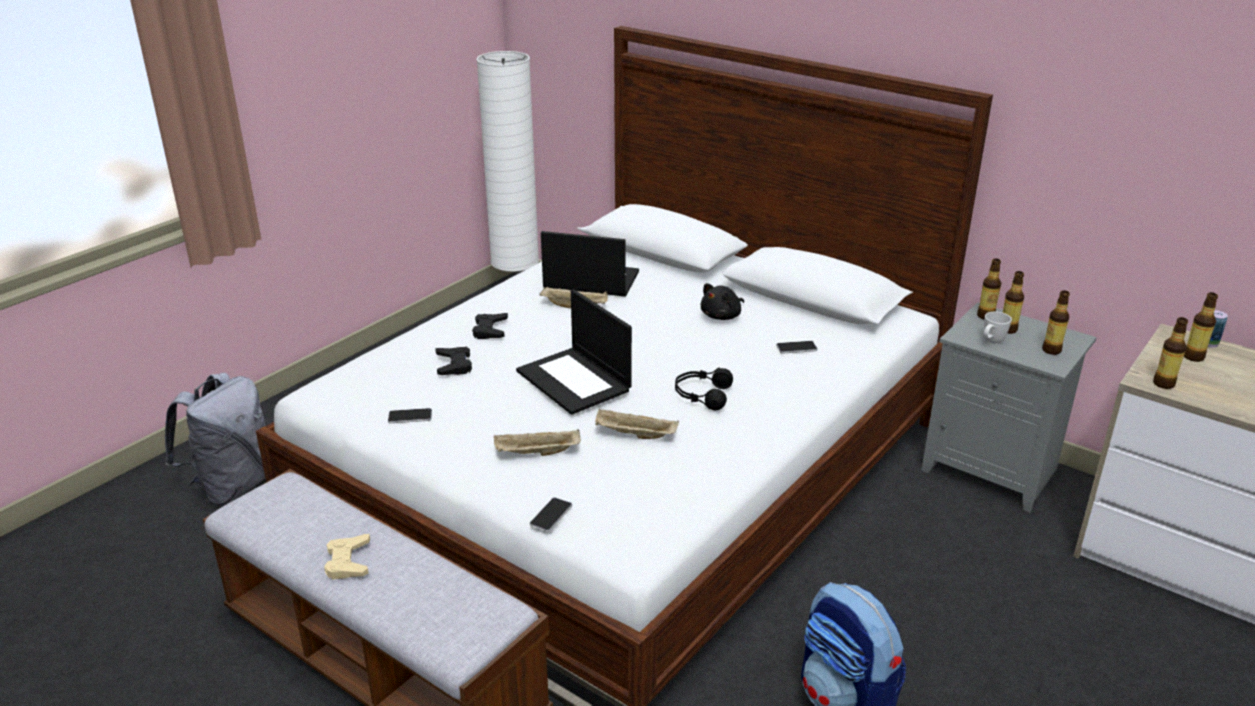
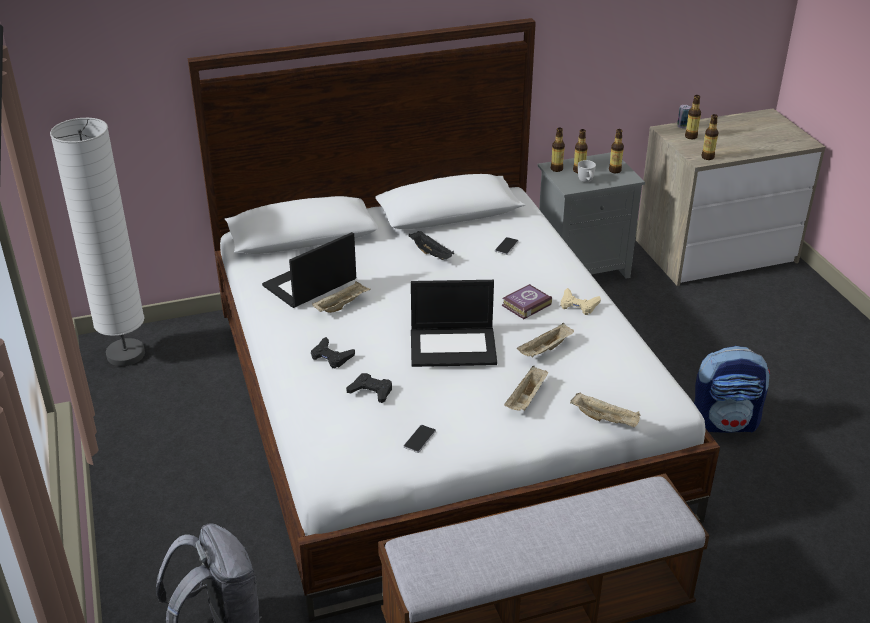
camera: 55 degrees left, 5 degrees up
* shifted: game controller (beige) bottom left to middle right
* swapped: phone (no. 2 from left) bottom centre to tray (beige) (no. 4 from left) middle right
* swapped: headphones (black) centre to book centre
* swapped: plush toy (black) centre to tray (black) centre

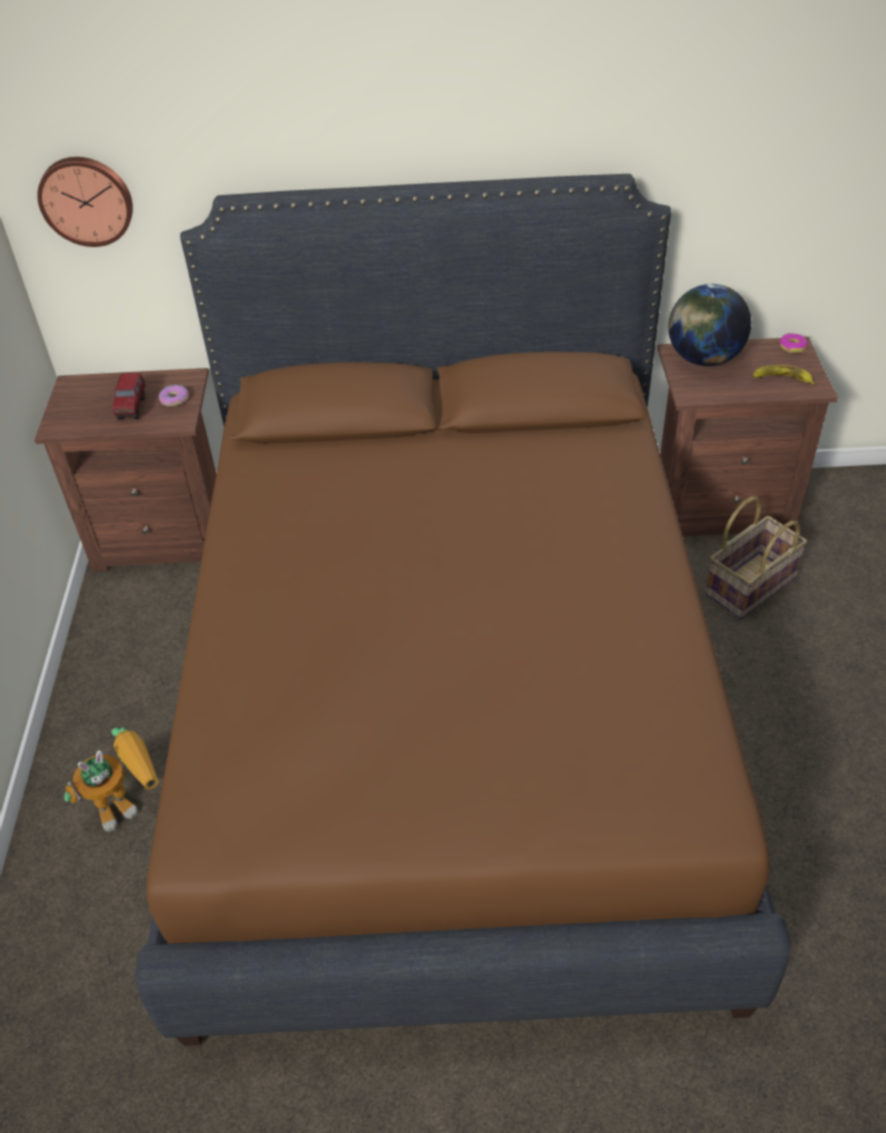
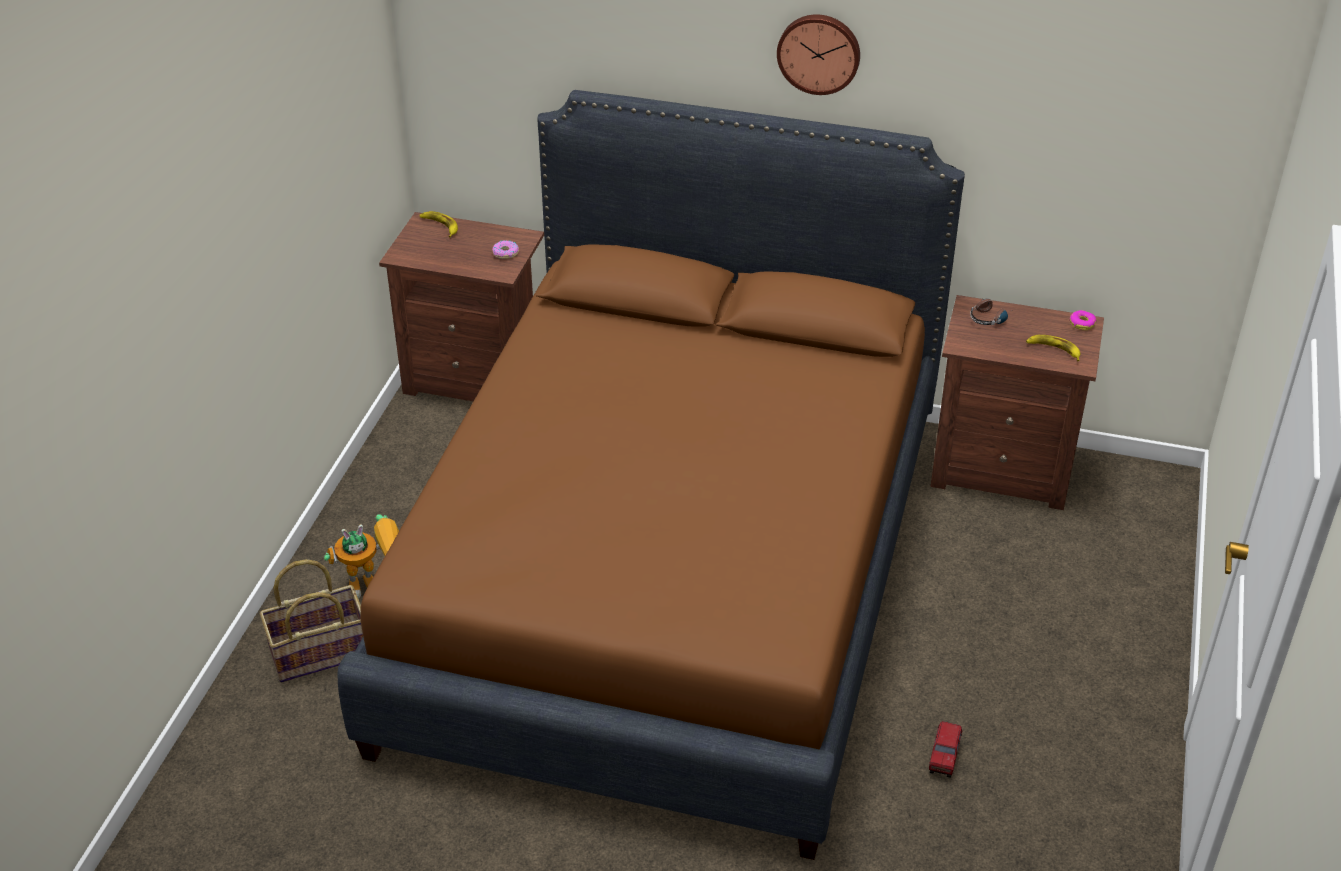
camera: 15 degrees right, 5 degrees down
* shifted: wall clock top left to top centre
* shifted: toy truck middle left to bottom right
* swapped: globe top right to headphones middle right
* shifted: basket middle right to bottom left
* new: banana (no. 1 from left) top left

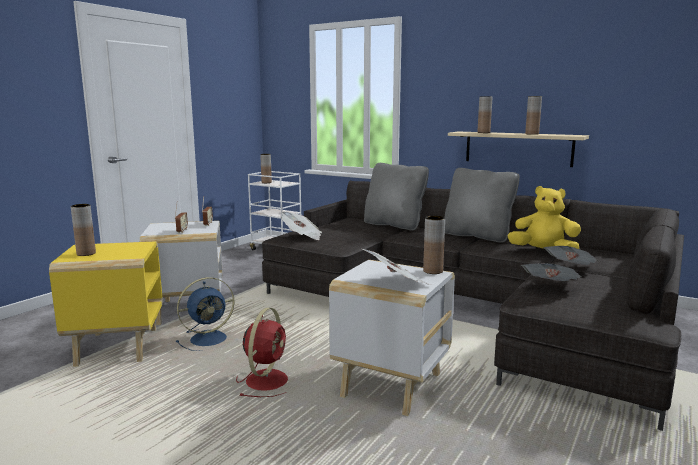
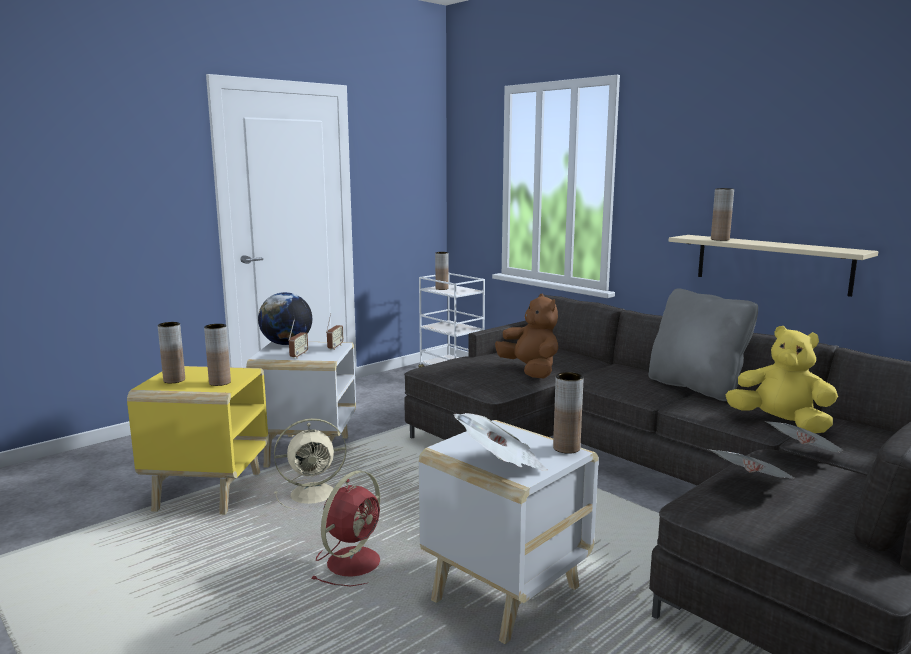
camera: 15 degrees right, 0 degrees up
* repainted: fan (blue) bottom left to fan (beige) bottom centre
* gone: newspaper (no. 1 from left) centre
* gone: pillow (grey) (no. 1 from left) centre
* shifted: vase (brown) (no. 5 from left in the first image) top right to vase (brown) (no. 2 from left) middle left
* new: globe middle left
* new: plush toy (brown) centre

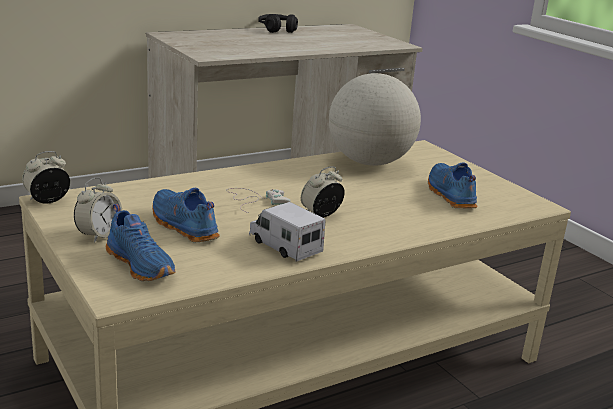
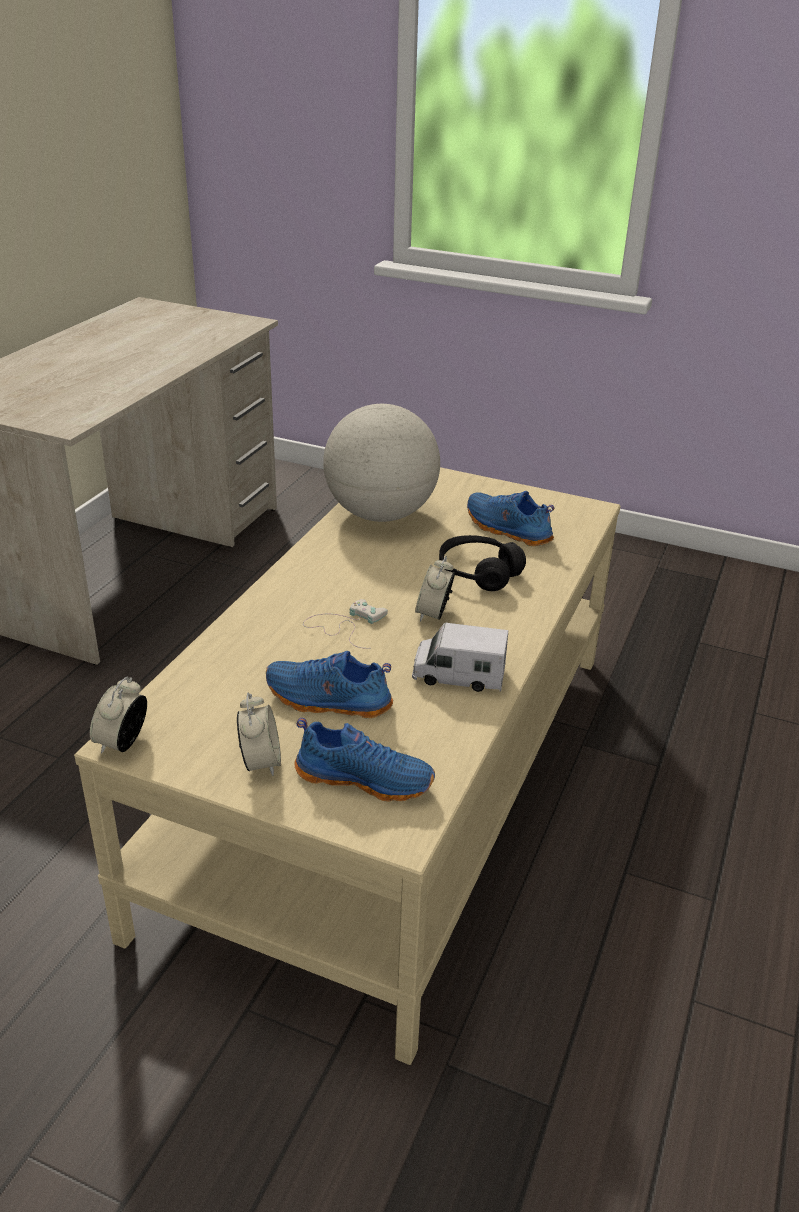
camera: 35 degrees left, 10 degrees up
* shifted: headphones (black) top centre to centre

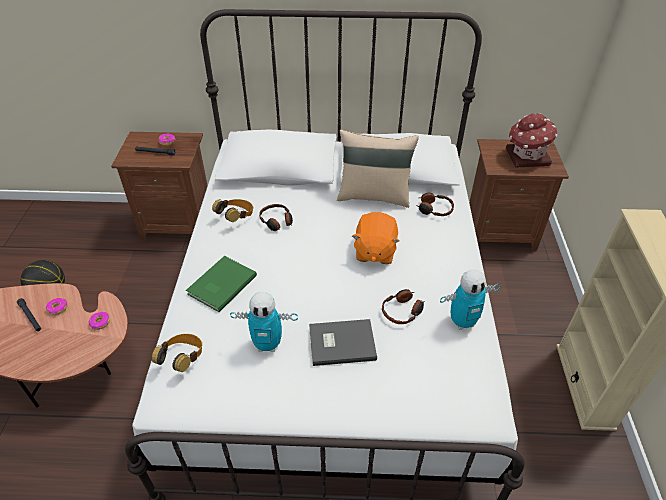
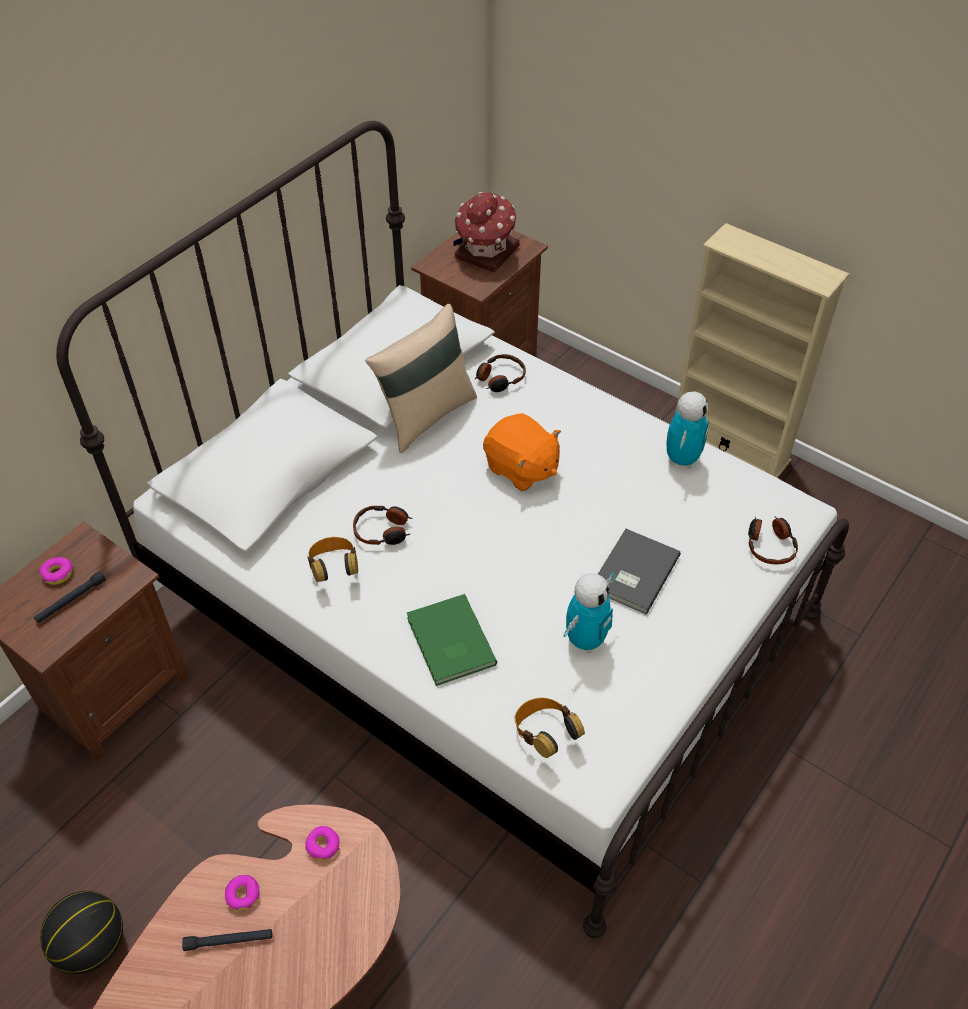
camera: 55 degrees left, 5 degrees up
* shifted: headphones (no. 4 from left in the first image) centre to headphones (no. 5 from left) middle right

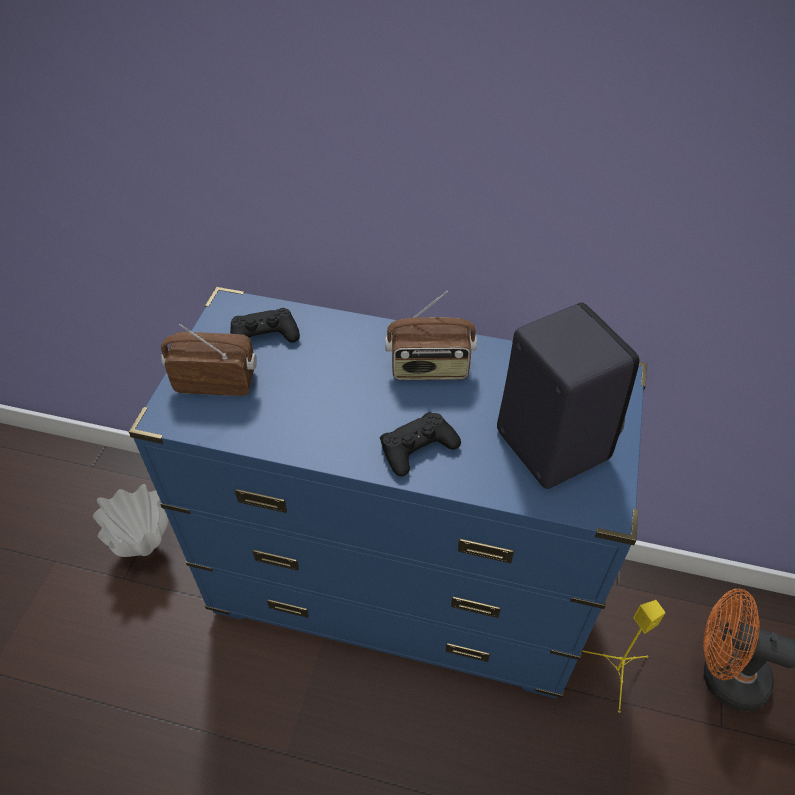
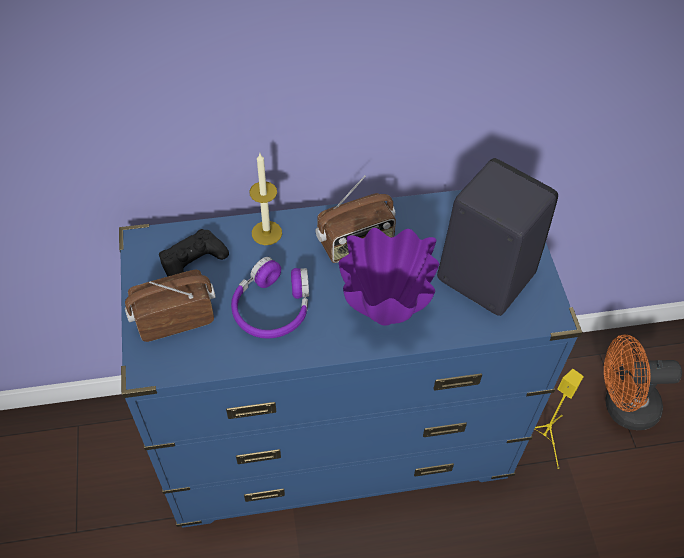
camera: 25 degrees left, 5 degrees up
* gone: vase (white) middle left
* swapped: game controller (black) (no. 2 from left) centre to vase (purple) centre
* new: headphones (purple) centre
* new: candle centre

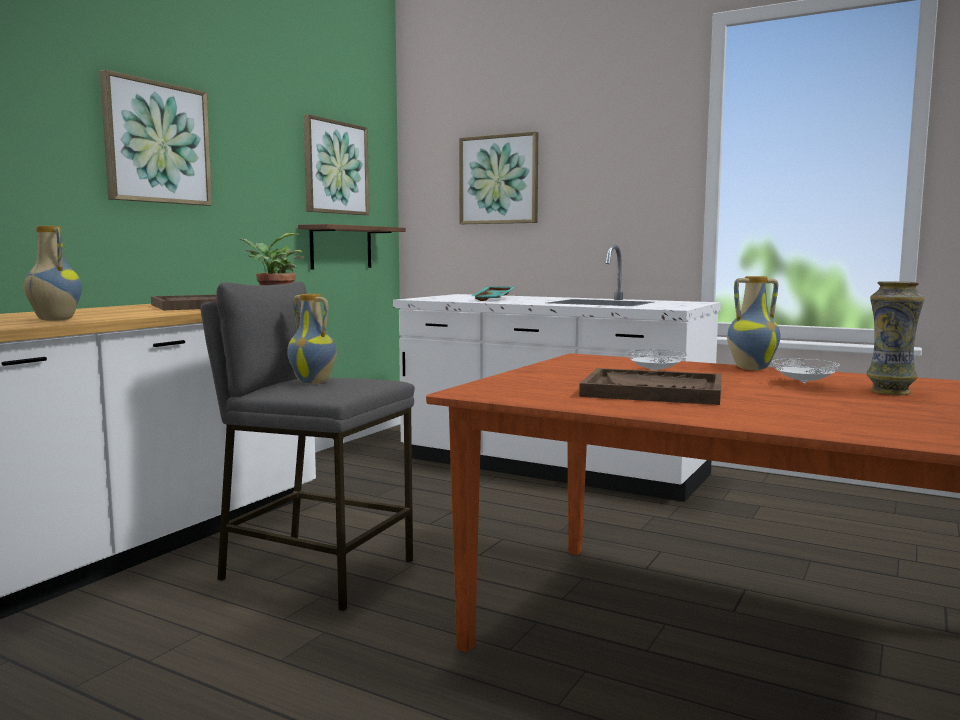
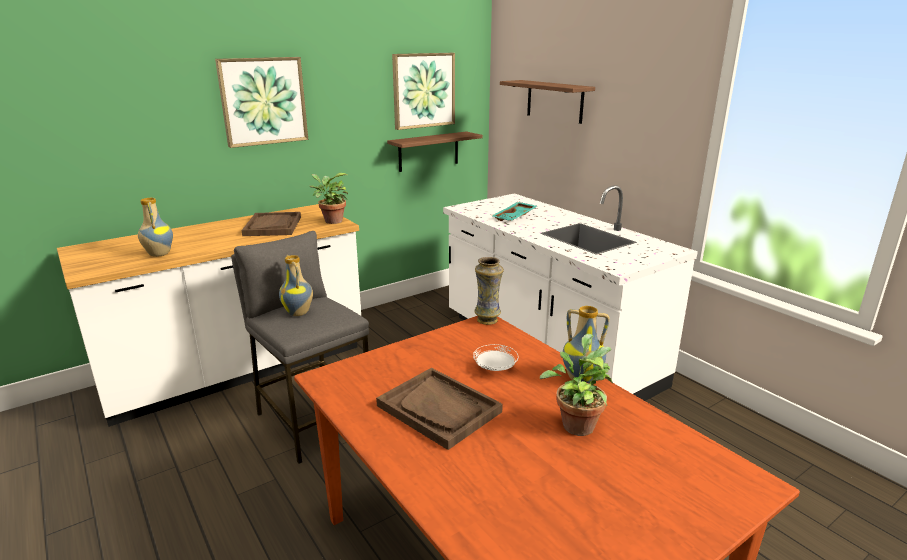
camera: 25 degrees right, 15 degrees up
* swapped: picture (no. 3 from left) top centre to shelf (no. 2 from left) top centre
* swapped: plate (white) (no. 2 from left) middle right to potted plant (no. 2 from left) bottom centre
* shifted: vase (no. 4 from left in the first image) middle right to vase (no. 3 from left) centre

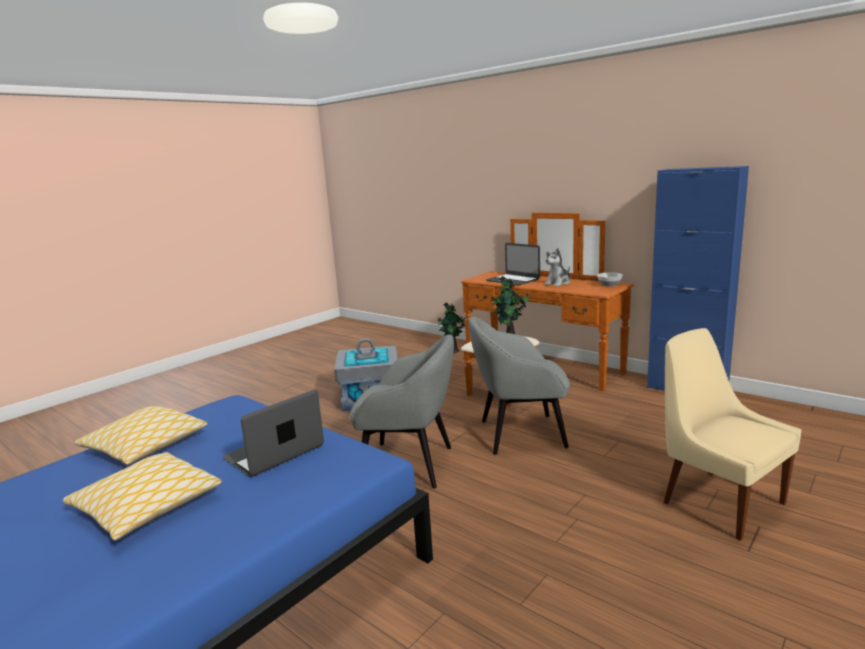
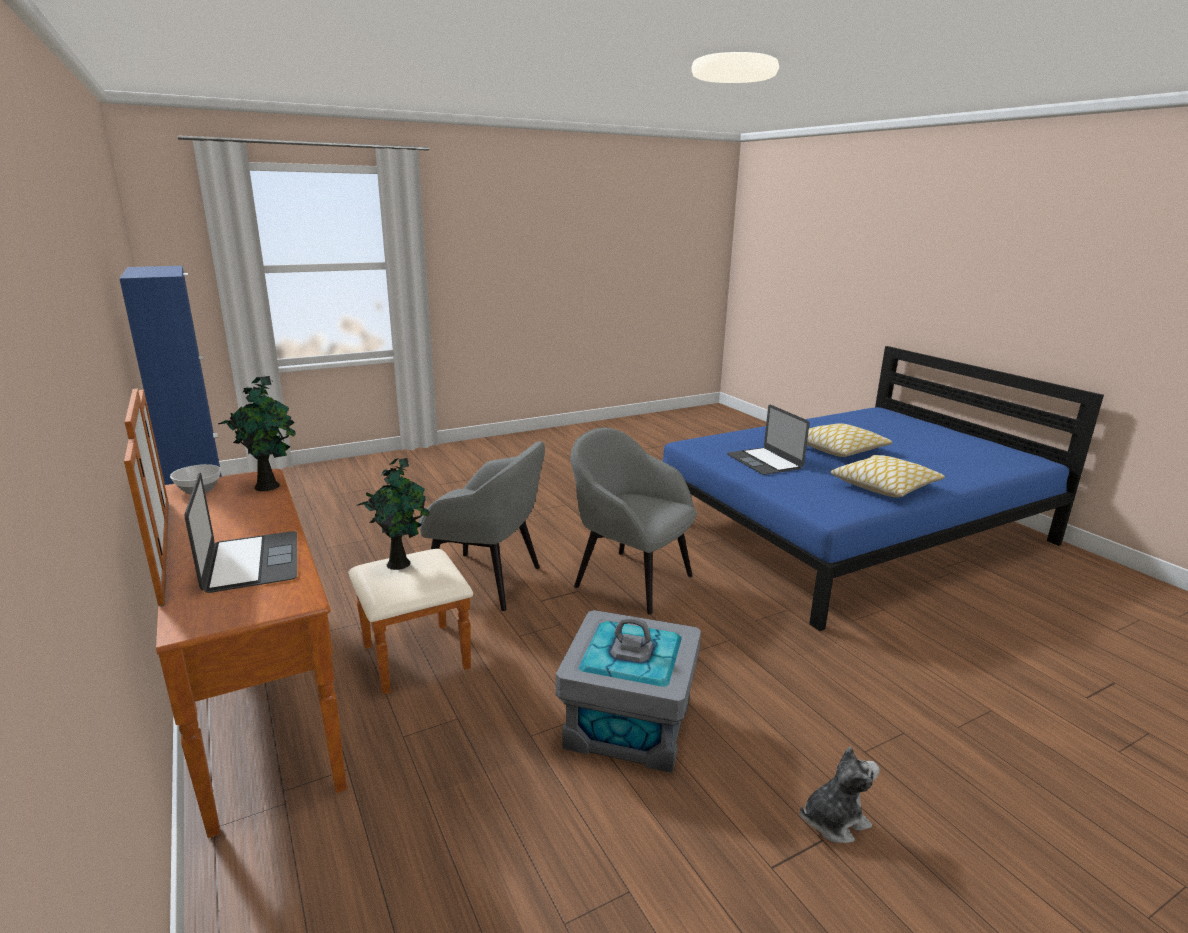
camera: 160 degrees left, 5 degrees up
* rotated: laptop (no. 1 from left in the first image) bottom left = centre 90 degrees clockwise
* shifted: potted plant (no. 1 from left) centre to middle left
* shifted: plush toy centre to bottom right
* gone: chair (beige) bottom right

